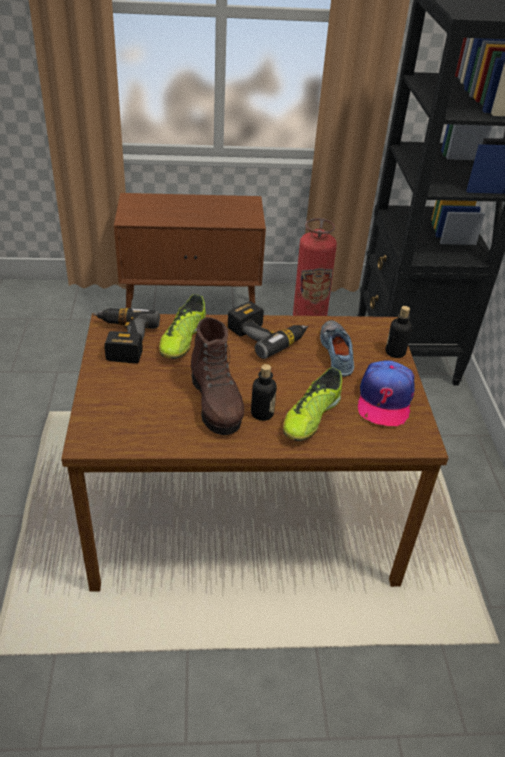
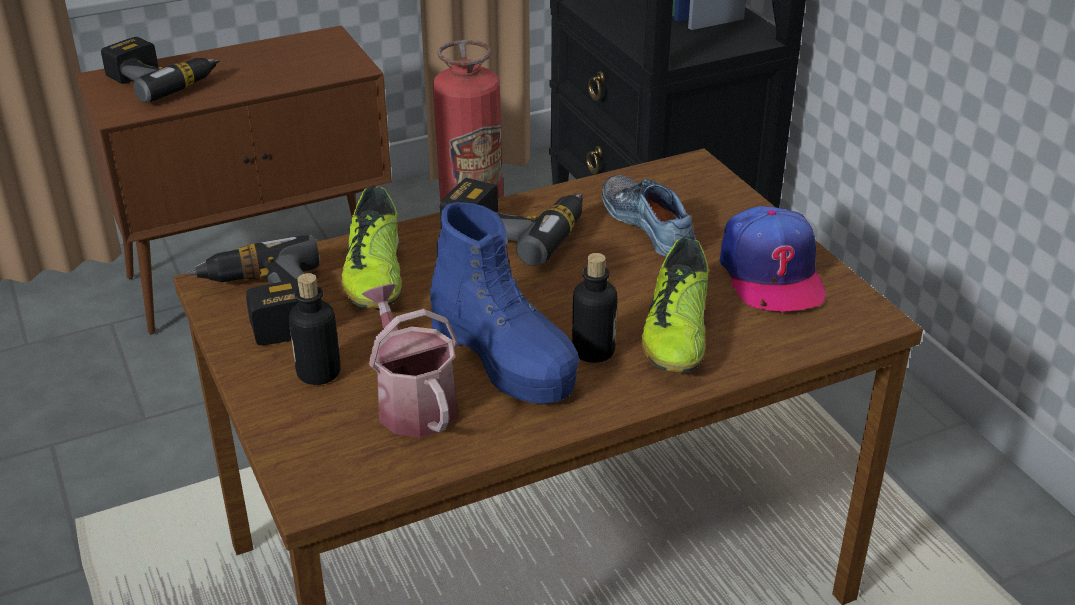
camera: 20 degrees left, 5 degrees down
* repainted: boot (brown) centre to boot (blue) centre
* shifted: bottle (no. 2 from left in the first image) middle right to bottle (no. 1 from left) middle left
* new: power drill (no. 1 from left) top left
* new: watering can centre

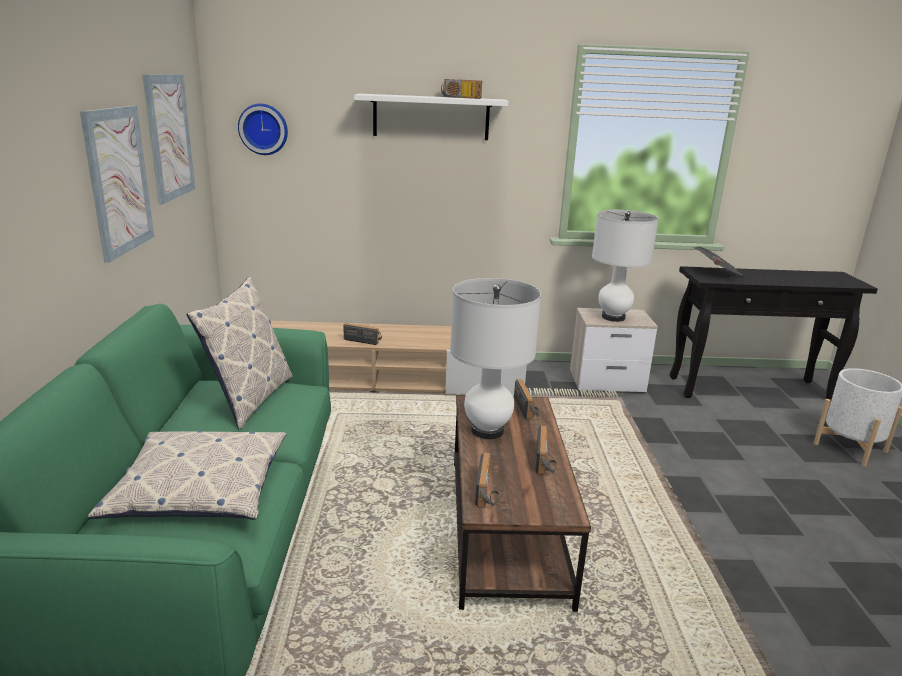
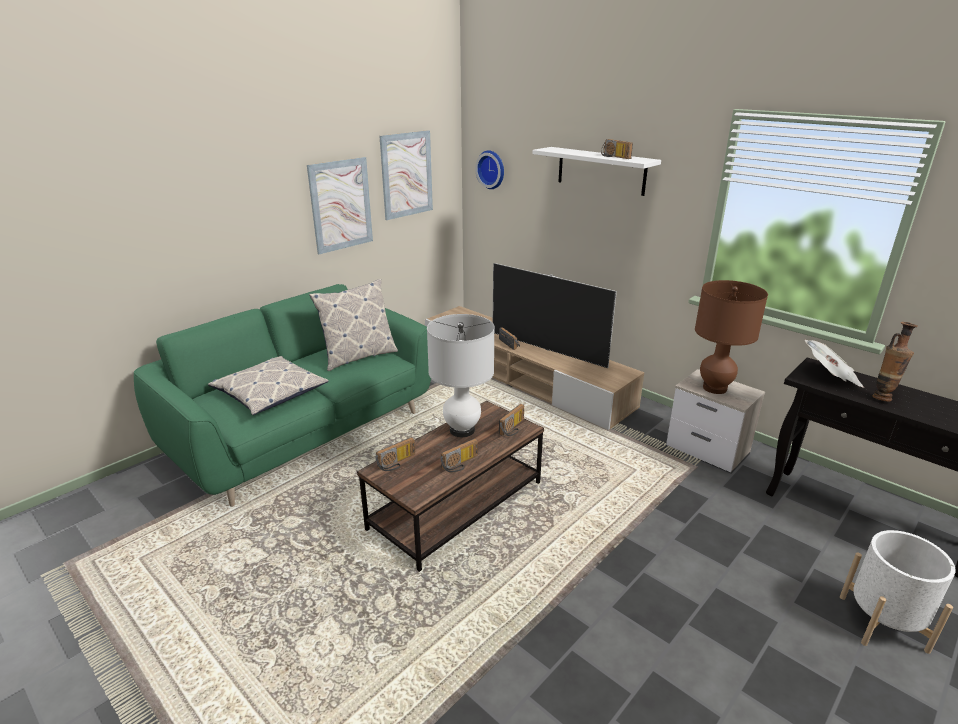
camera: 45 degrees right, 5 degrees up
* repainted: table lamp (white) (no. 2 from left) middle right to table lamp (brown) middle right
* new: television centre
* new: vase middle right

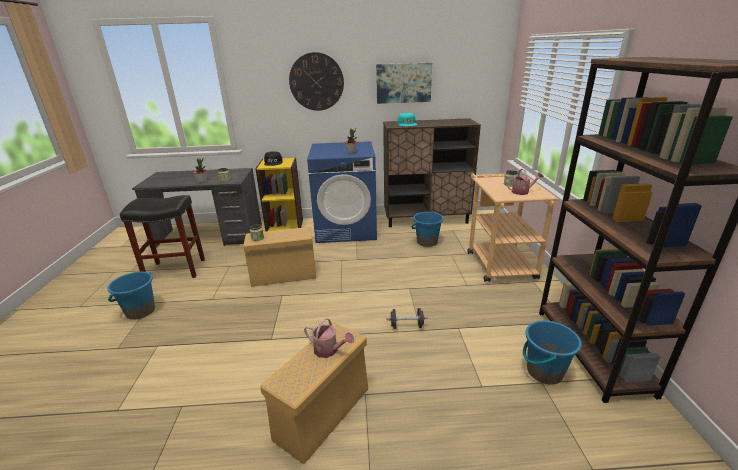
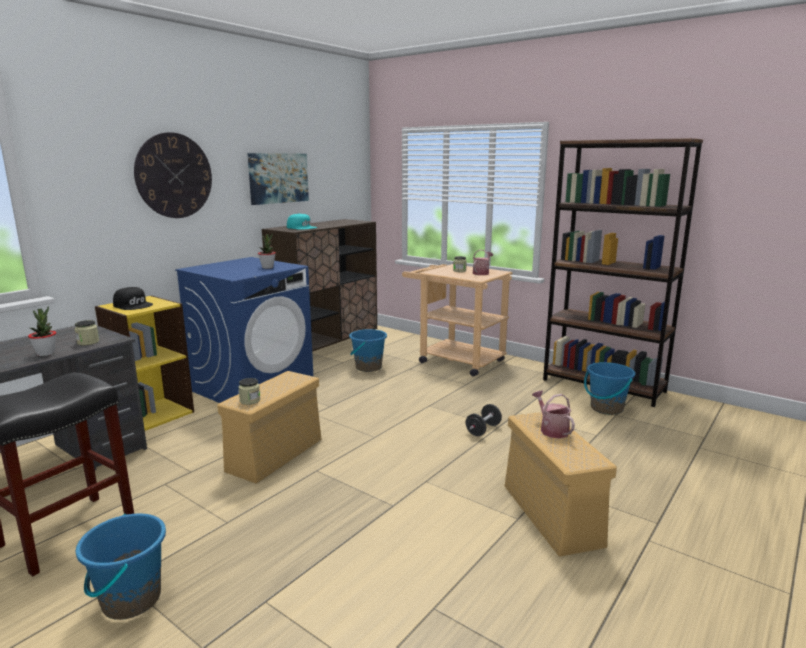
camera: 50 degrees left, 10 degrees down
* rotated: watering can (no. 1 from left in the first image) bottom centre = middle right 90 degrees counterclockwise

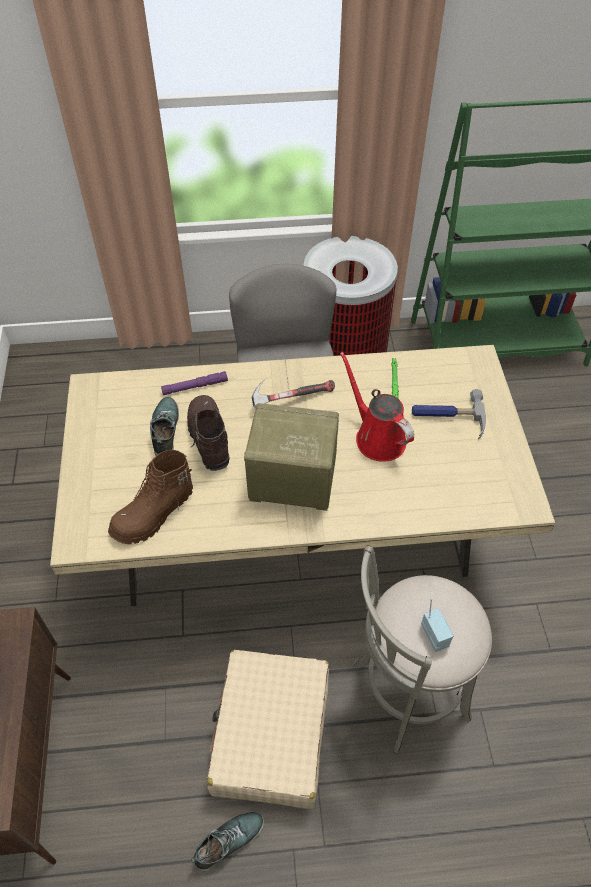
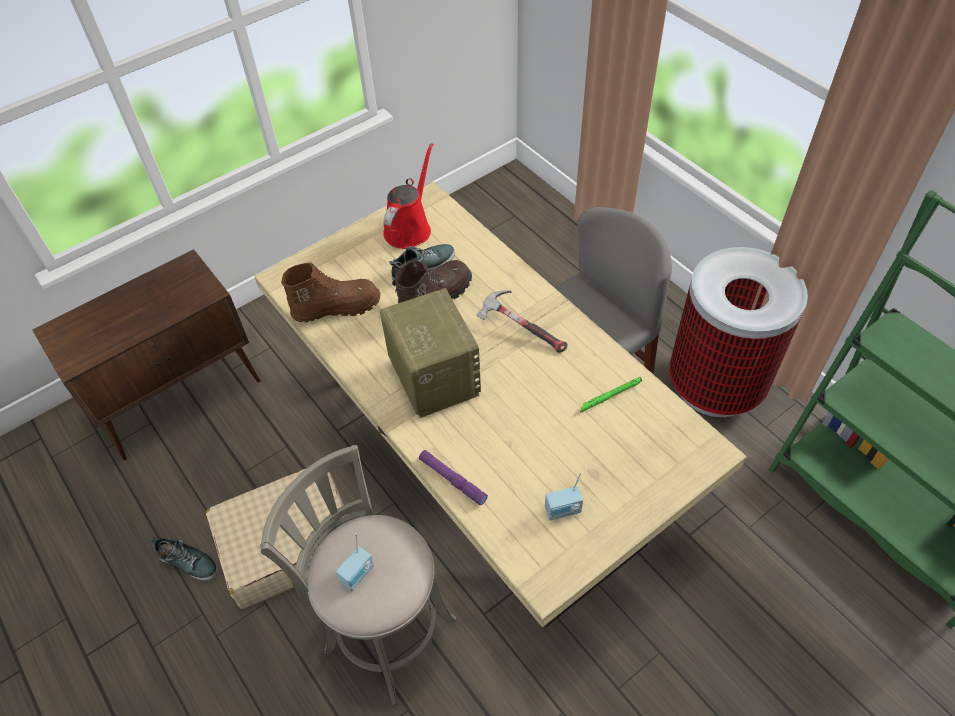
camera: 60 degrees right, 0 degrees up
* rotated: boot (brown) (no. 1 from left) middle left = centre 150 degrees clockwise
* shifted: flashlight (purple) middle left to centre
* shifted: watering can (red) centre to top centre
* gone: hammer (no. 2 from left) middle right
* new: radio (no. 3 from left) bottom centre

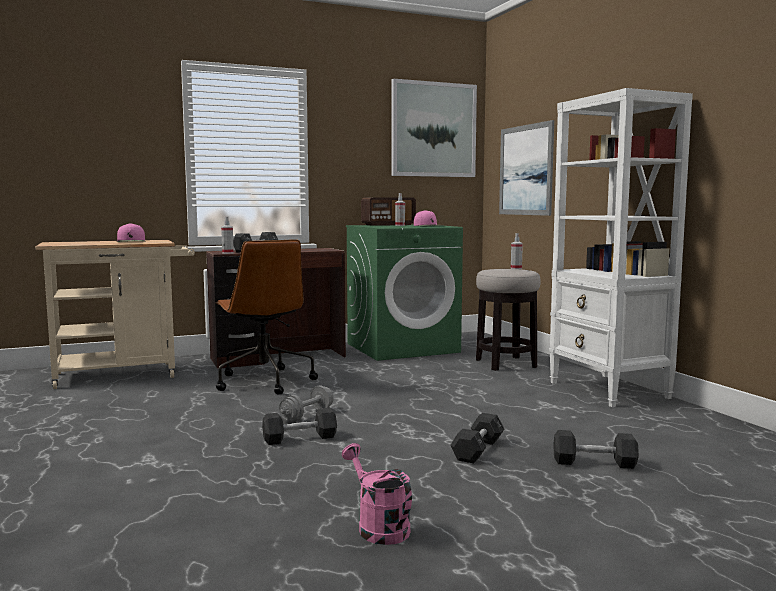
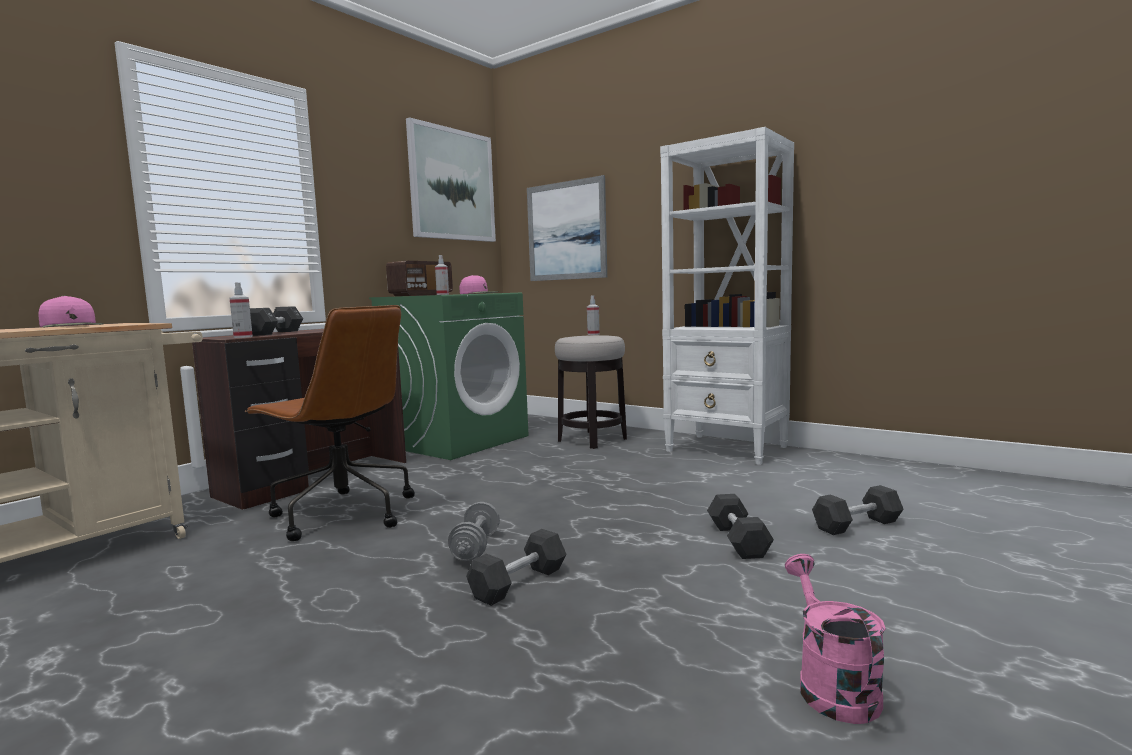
camera: 30 degrees left, 0 degrees up
* rotated: watering can (pink) bottom centre = bottom right 60 degrees clockwise

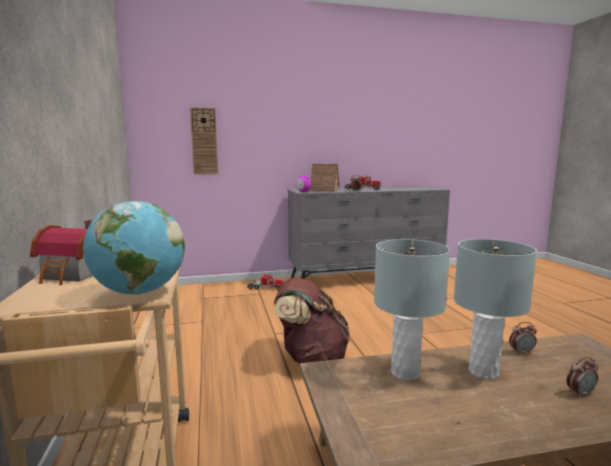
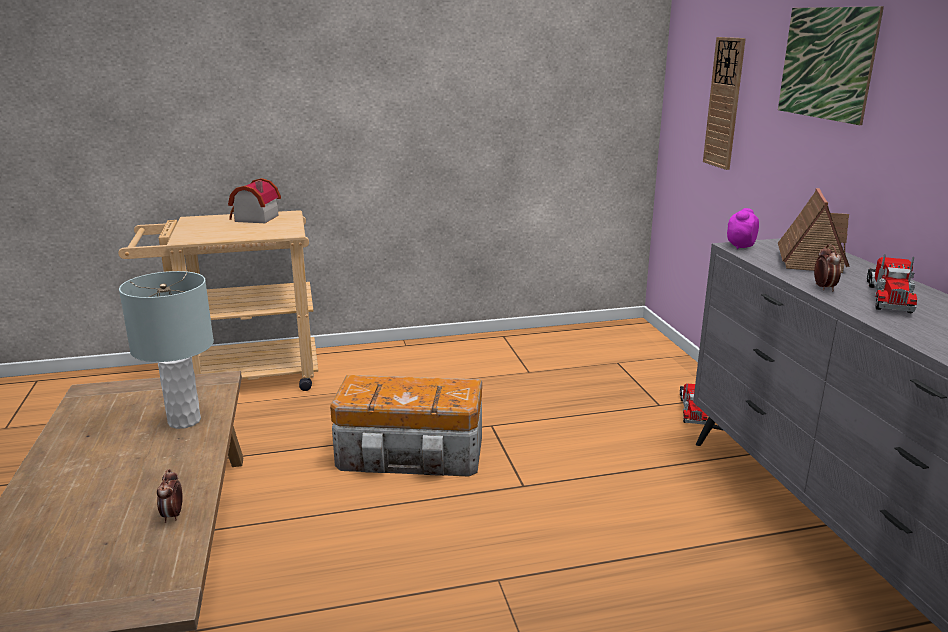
camera: 90 degrees right, 10 degrees up
* gone: globe middle left
* swapped: backpack (brown) bottom centre to storage box bottom centre
* gone: table lamp (grey) (no. 2 from left) middle right
* gone: alarm clock (no. 4 from left) bottom right
* new: picture top right

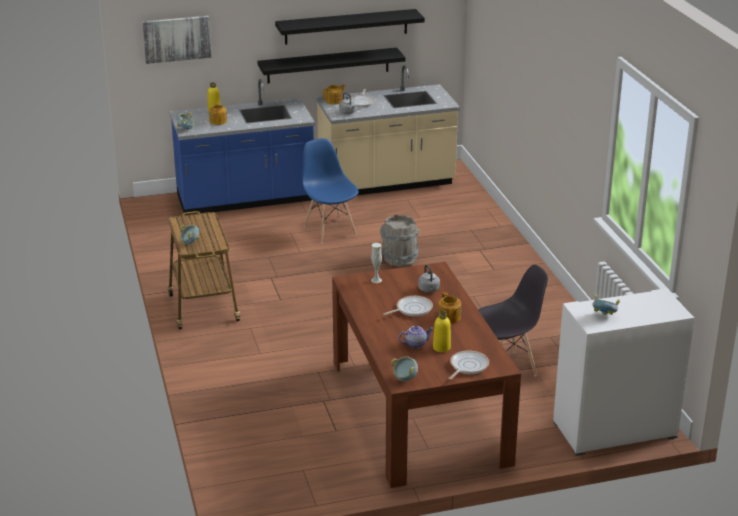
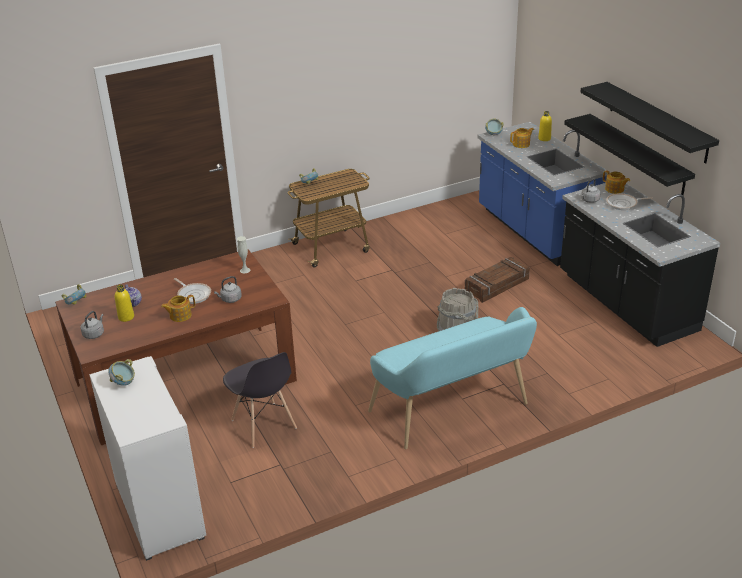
camera: 80 degrees right, 5 degrees up
* gone: picture top left
* swapped: chair (blue) centre to crate middle right
* repainted: counter (beige) top centre to counter (black) middle right
* swapped: frying pan (no. 3 from left) bottom centre to kettle (grey) (no. 1 from left) middle left
* new: bench (turquoise) centre

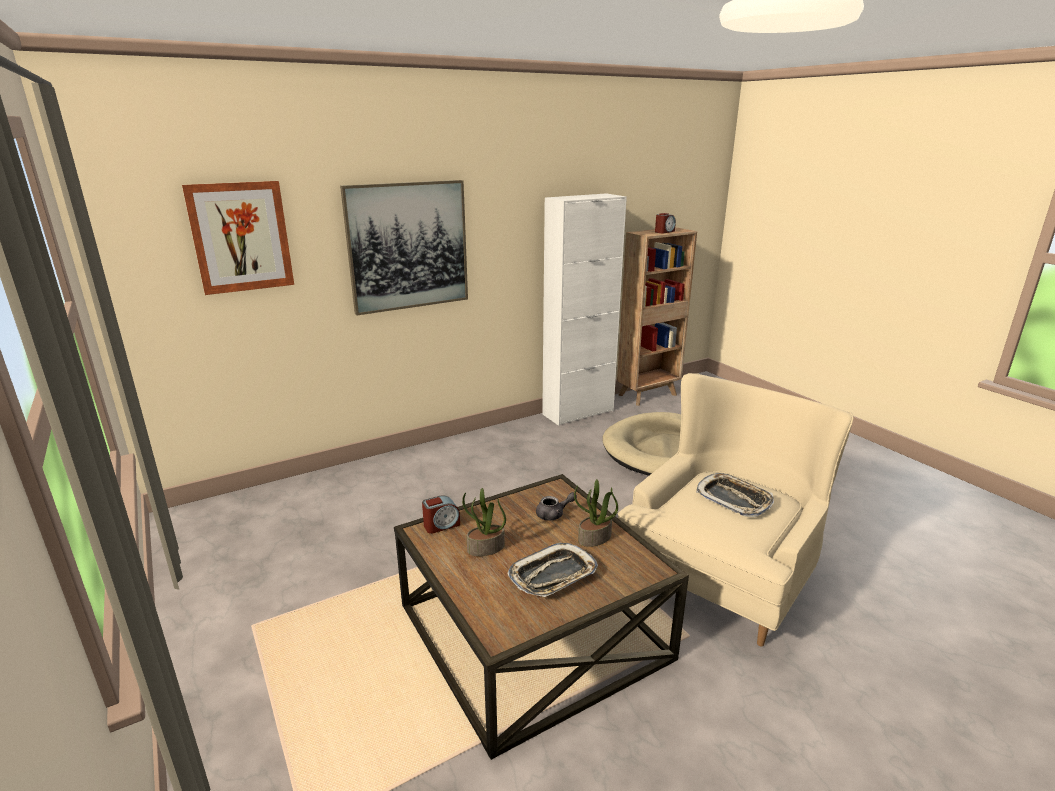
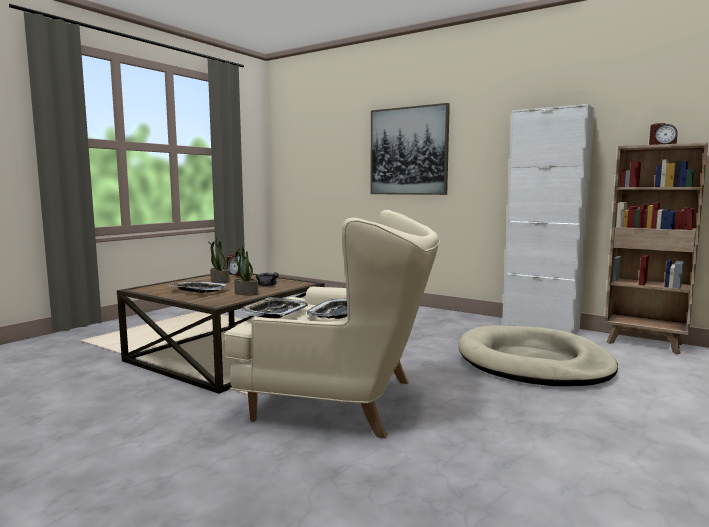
camera: 65 degrees right, 15 degrees down
* gone: picture (no. 1 from left) top left
* new: tray (no. 2 from left) centre

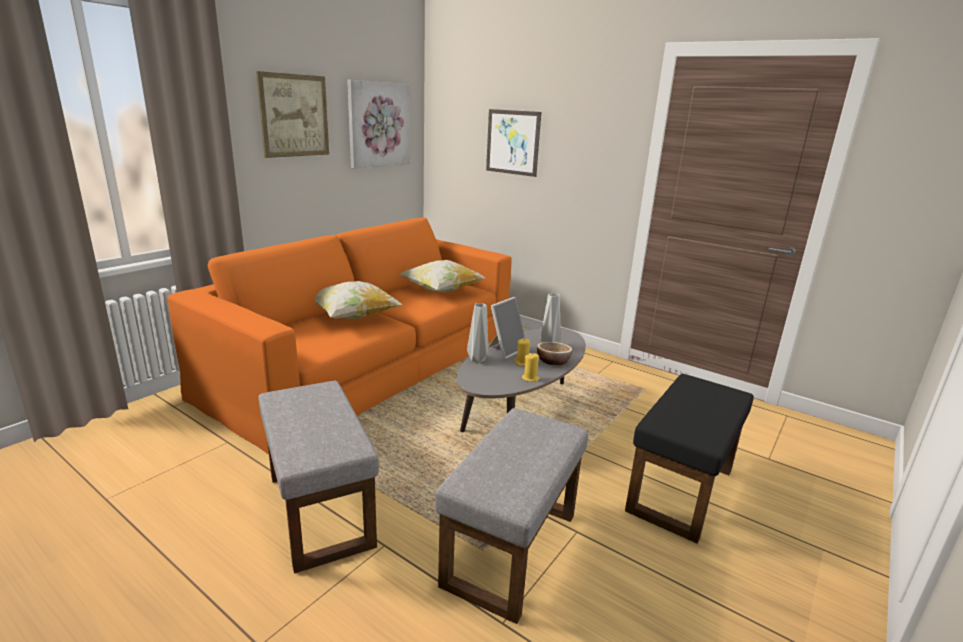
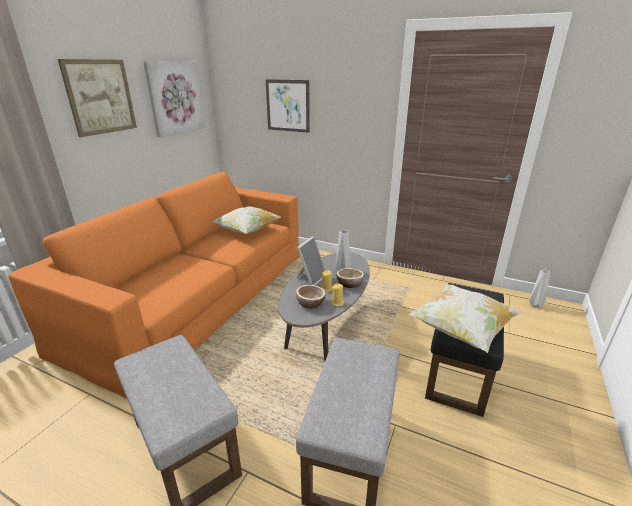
camera: 10 degrees left, 5 degrees up
* shifted: pillow (no. 1 from left in the first image) centre to pillow (no. 2 from left) middle right
* shifted: vase (grey) (no. 1 from left in the first image) centre to vase (grey) (no. 2 from left) middle right
* new: bowl (no. 1 from left) centre

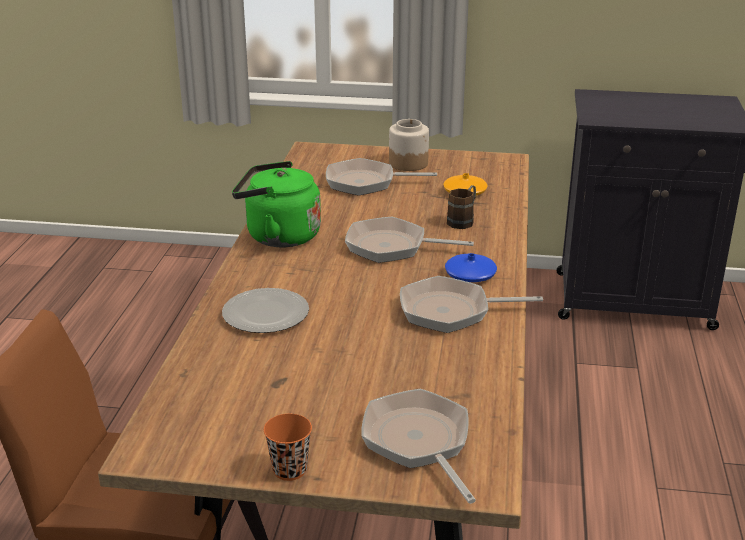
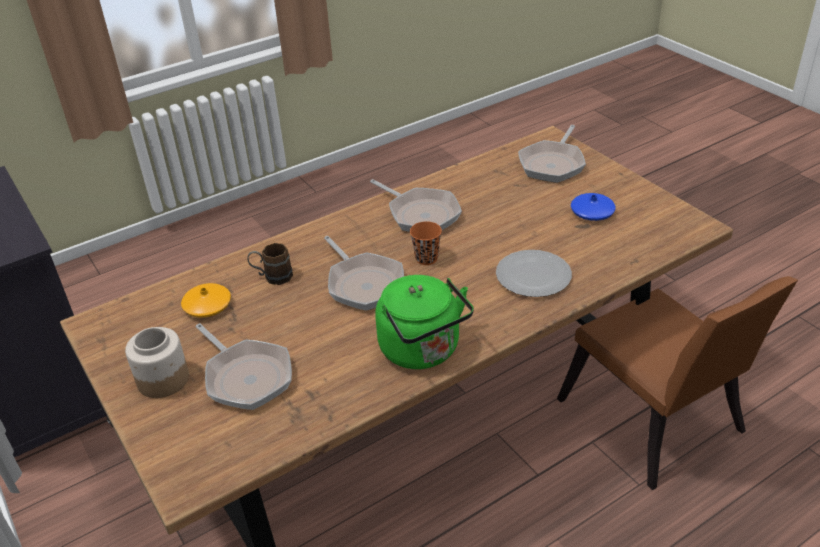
camera: 130 degrees left, 10 degrees up
* shifted: cup (orange) bottom centre to centre
* shifted: vase (blue) centre to middle right

